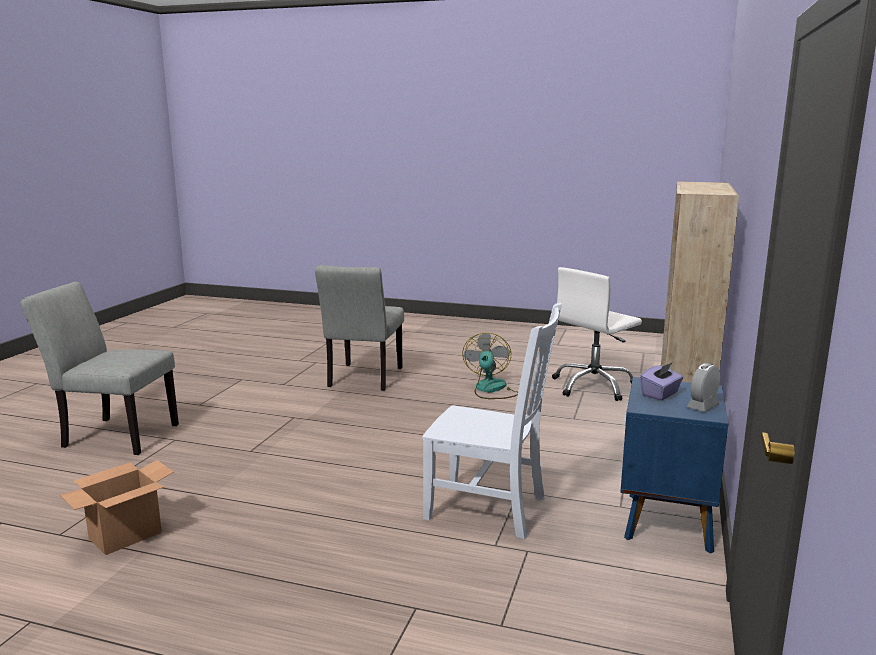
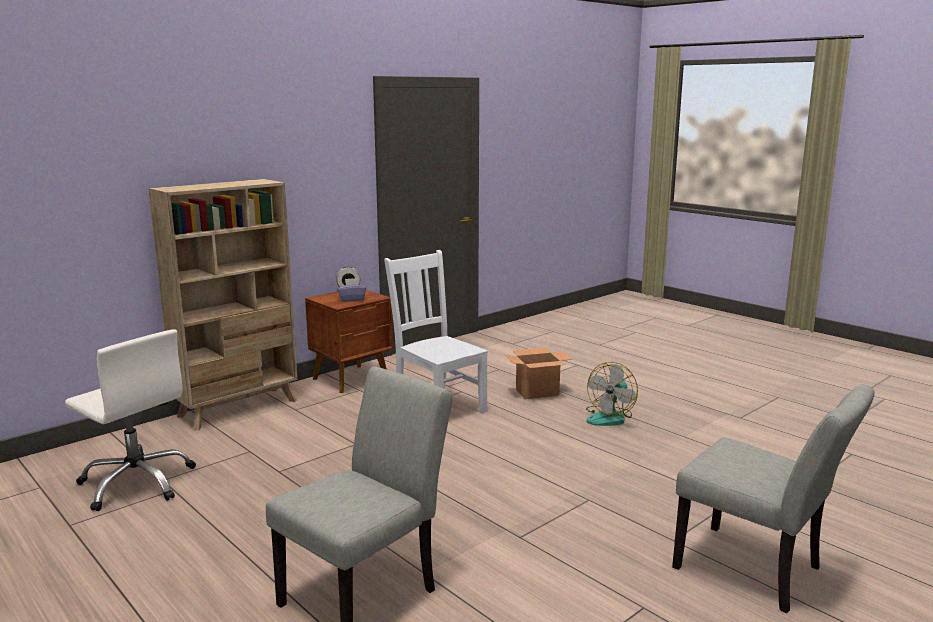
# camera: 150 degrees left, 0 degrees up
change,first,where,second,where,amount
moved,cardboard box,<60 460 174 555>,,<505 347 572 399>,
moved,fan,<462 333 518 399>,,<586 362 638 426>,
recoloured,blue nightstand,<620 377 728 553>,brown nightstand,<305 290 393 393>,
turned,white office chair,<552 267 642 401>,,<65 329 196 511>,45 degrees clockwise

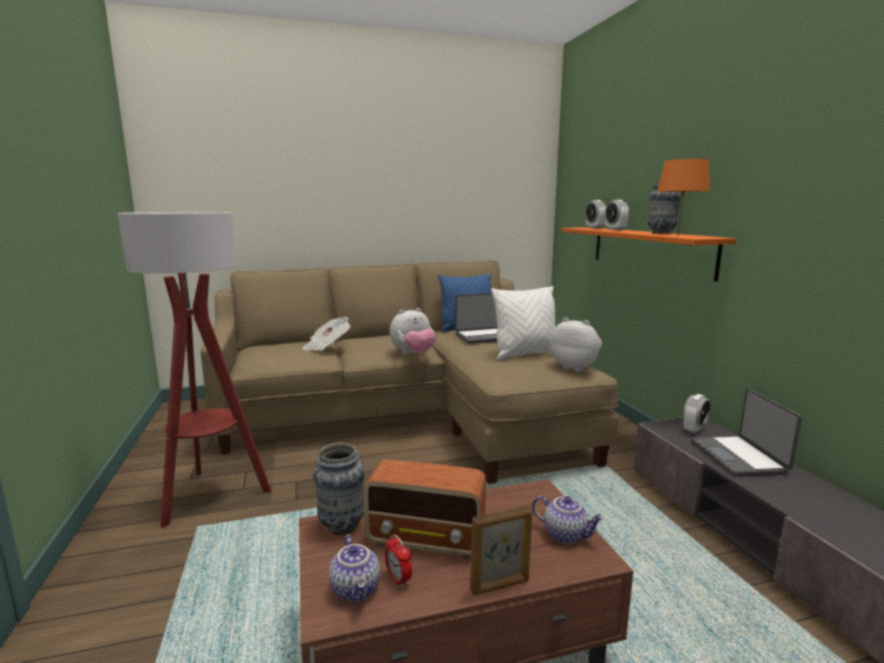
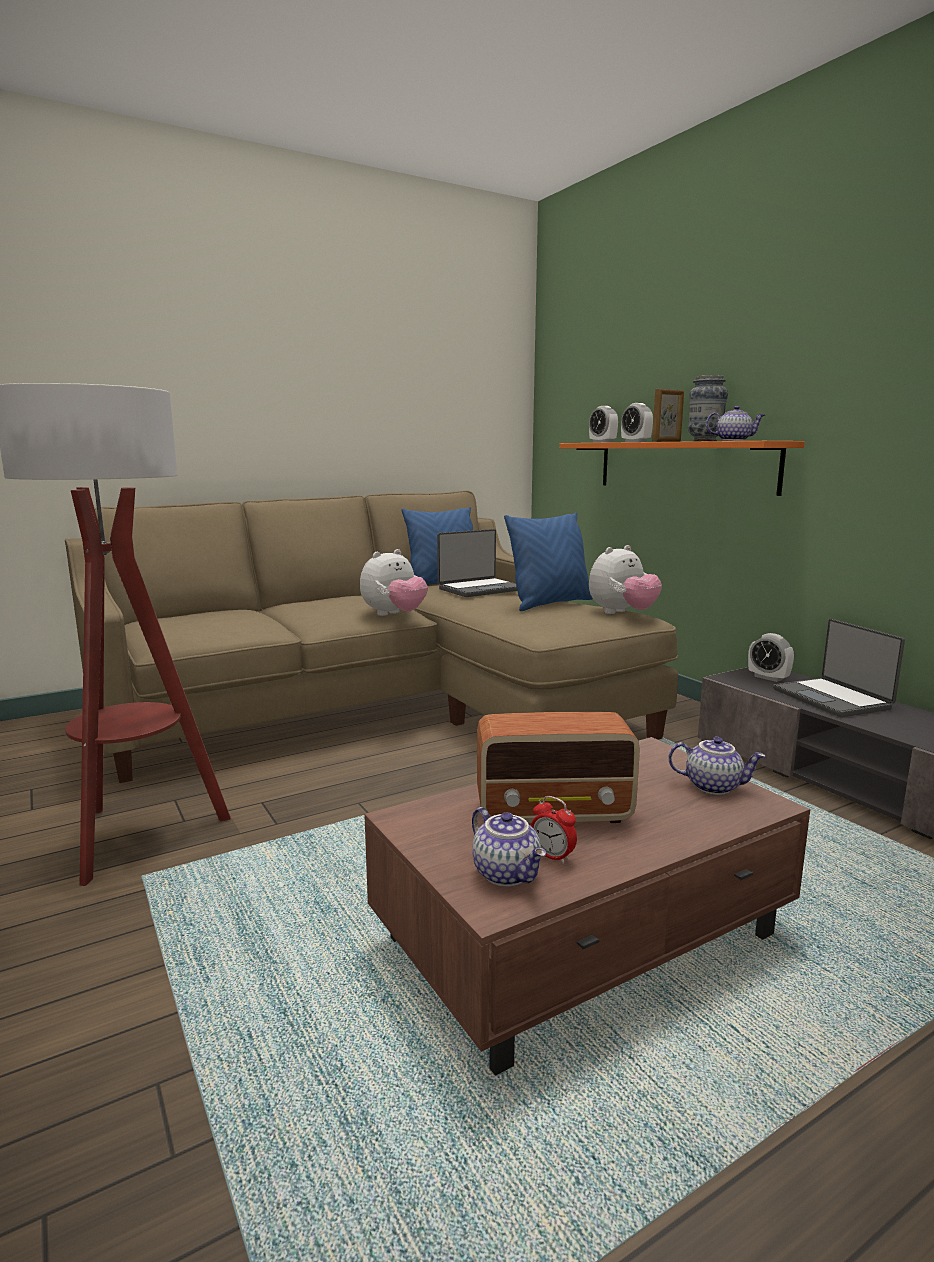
# camera: 15 degrees left, 0 degrees up
change,first,where,second,where,amount
removed,newspaper,<303 317 350 351>,,,
removed,vase,<313 442 365 535>,,,
moved,picture frame,<470 506 532 595>,,<652 389 684 442>,
replaced,orange table lamp,<657 159 710 236>,teapot,<706 406 765 441>,
recoloured,white pillow,<491 286 555 360>,blue pillow,<504 512 593 611>,
turned,plush toy,<550 317 602 372>,,<589 545 662 614>,120 degrees clockwise
turned,alarm clock,<683 394 711 434>,,<748 633 794 682>,105 degrees clockwise

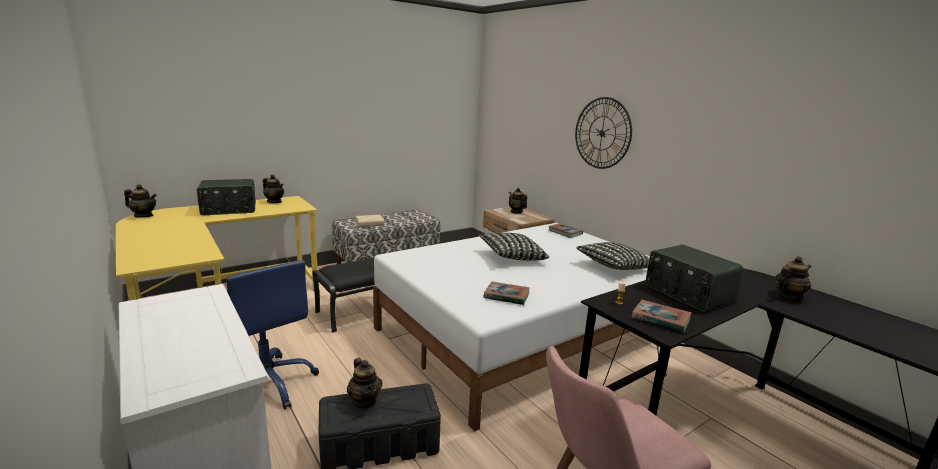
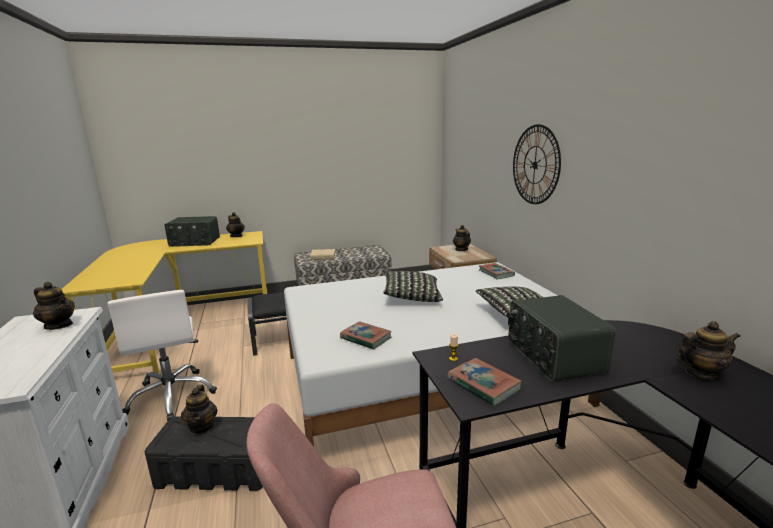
# camera: 20 degrees right, 0 degrees up
change,first,where,second,where,amount
moved,teapot,<124 184 157 218>,,<33 282 75 330>,
recoloured,blue office chair,<227 260 319 409>,white office chair,<107 290 217 421>,

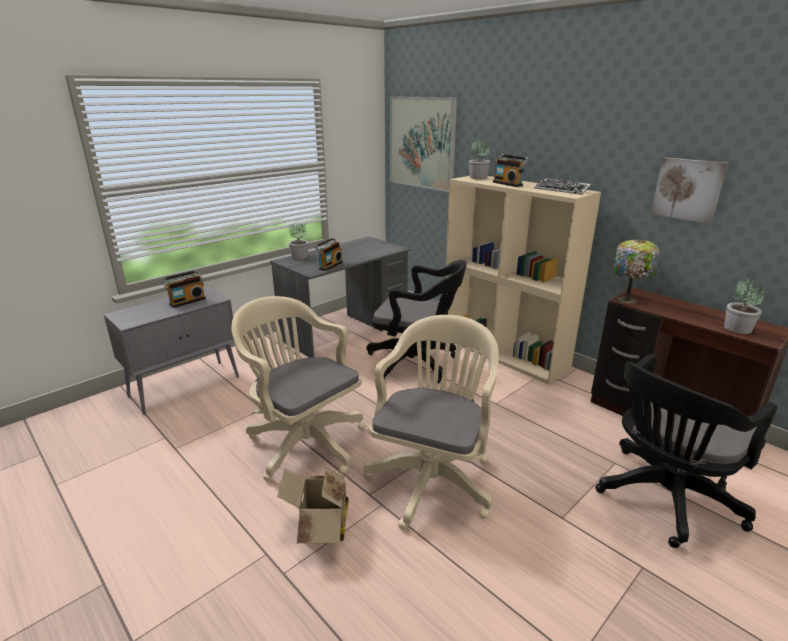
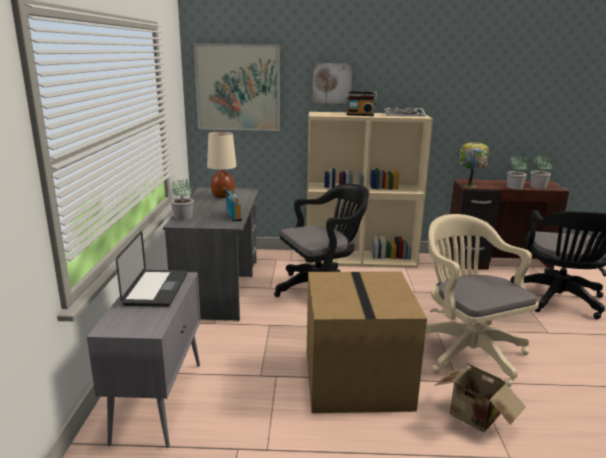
# camera: 45 degrees left, 5 degrees down
change,first,where,second,where,amount
added,,,beige table lamp,<207 132 237 198>,
moved,potted plant,<469 139 490 179>,,<507 154 527 189>,
moved,picture,<651 157 728 224>,,<312 63 353 104>,
replaced,radio,<161 270 206 308>,laptop,<116 231 187 307>,
replaced,beige office chair,<231 296 365 481>,cardboard box,<307 271 427 413>,

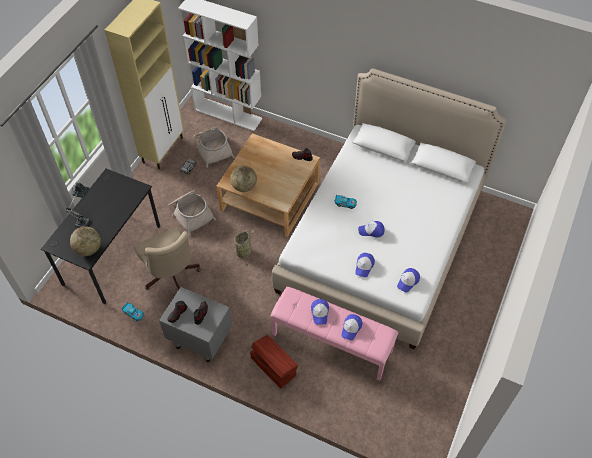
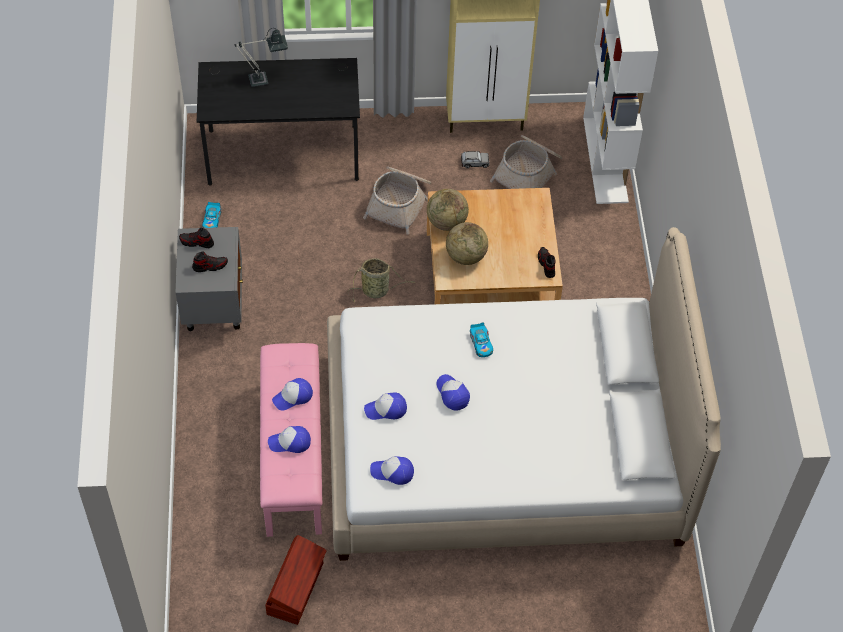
# camera: 60 degrees right, 0 degrees up
change,first,where,second,where,amount
removed,beige office chair,<134 227 201 290>,,,
moved,globe,<70 226 101 256>,,<446 222 488 265>,
moved,brown storage box,<250 335 298 389>,,<265 535 327 625>,

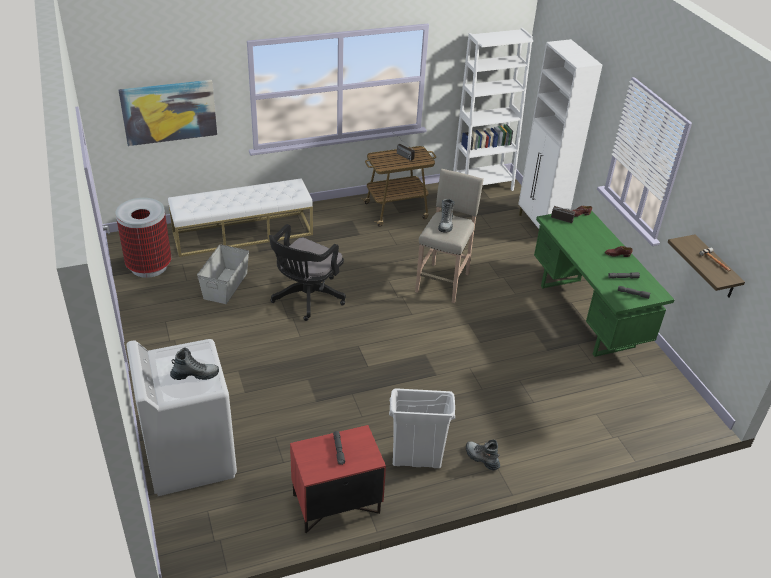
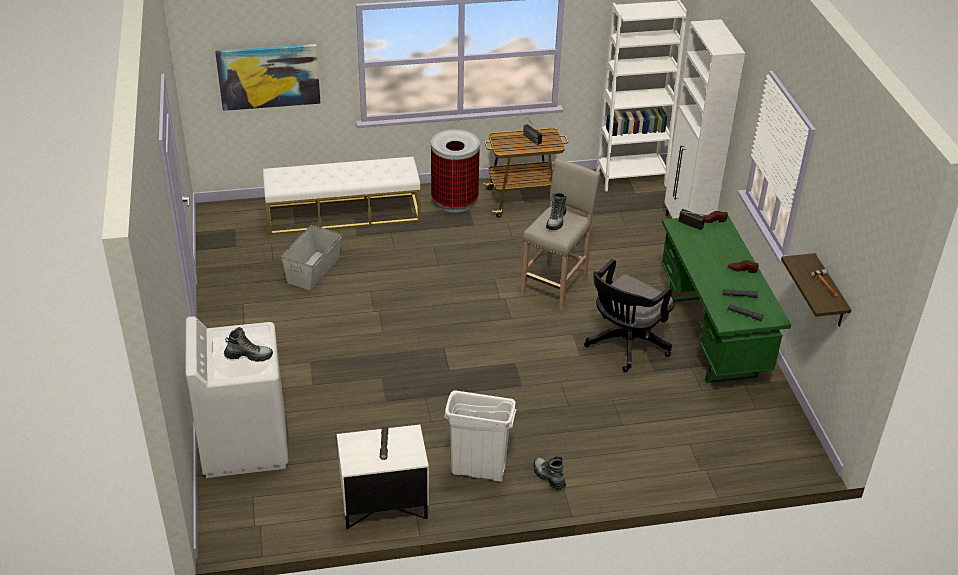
# camera: 10 degrees right, 0 degrees up
change,first,where,second,where,amount
moved,trash can,<115 198 171 278>,,<431 129 480 213>,
moved,black office chair,<269 224 346 321>,,<584 259 674 372>,
recoloured,red nightstand,<290 425 386 533>,white nightstand,<337 425 429 529>,

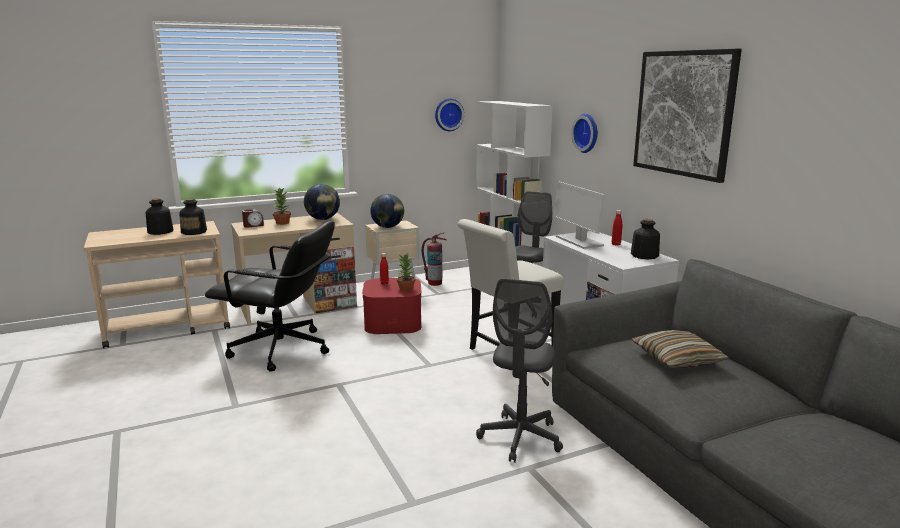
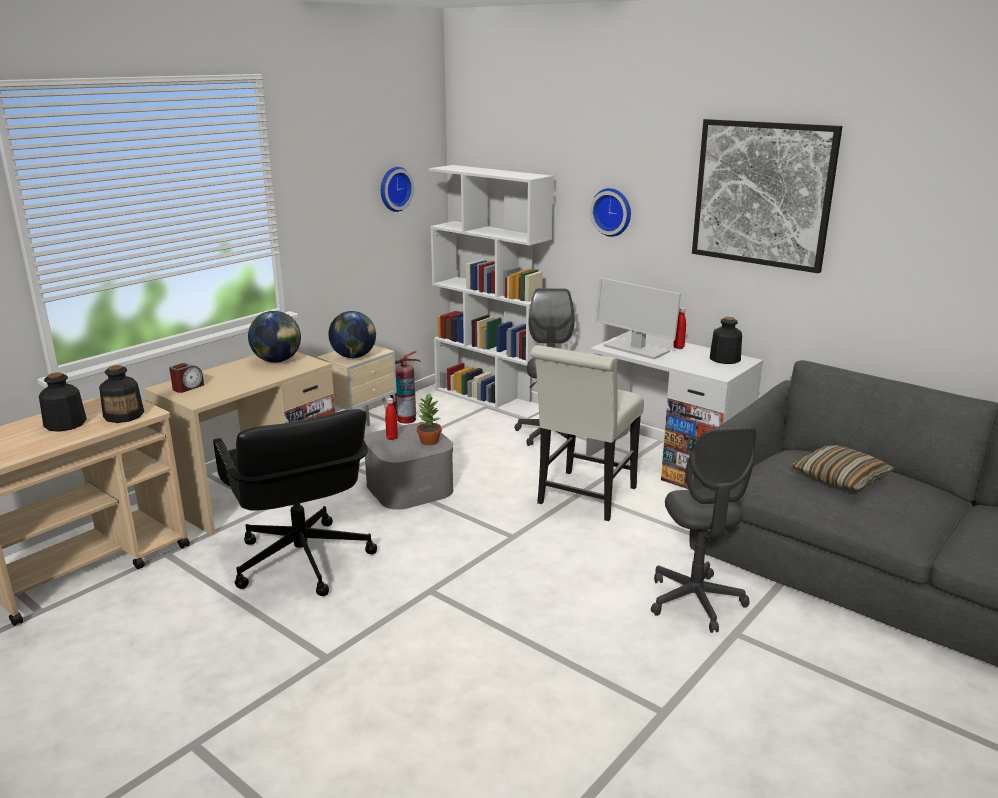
# camera: 25 degrees left, 5 degrees up
change,first,where,second,where,amount
removed,potted plant,<273 187 291 225>,,,
recoloured,red storage box,<362 278 422 334>,grey storage box,<364 423 454 510>,
turned,black office chair,<205 221 335 372>,,<213 409 377 596>,75 degrees clockwise

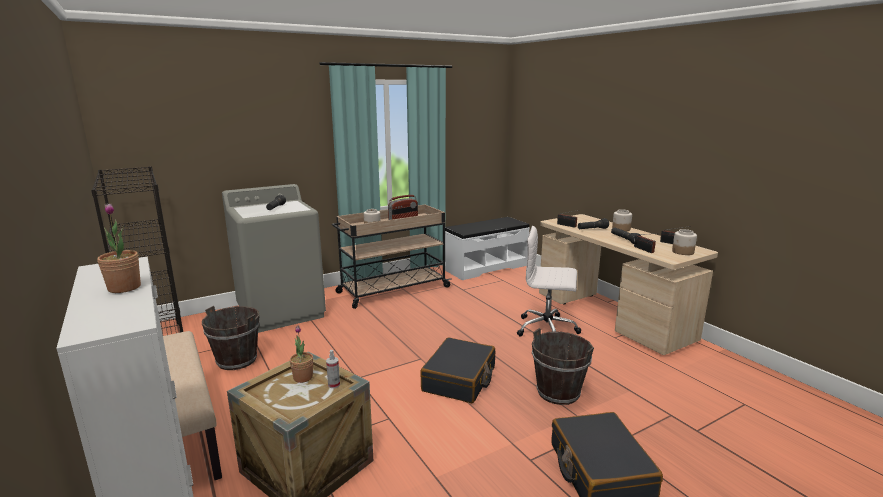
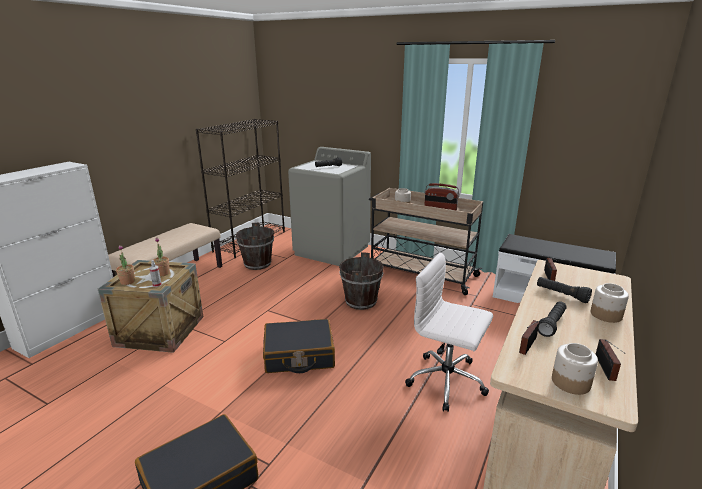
# camera: 60 degrees right, 5 degrees up
change,first,where,second,where,amount
moved,potted plant,<97 203 141 293>,,<116 245 135 285>,
moved,brown bucket,<532 328 594 405>,,<339 252 384 310>,
turned,white office chair,<517 226 581 337>,,<405 252 493 412>,45 degrees counterclockwise

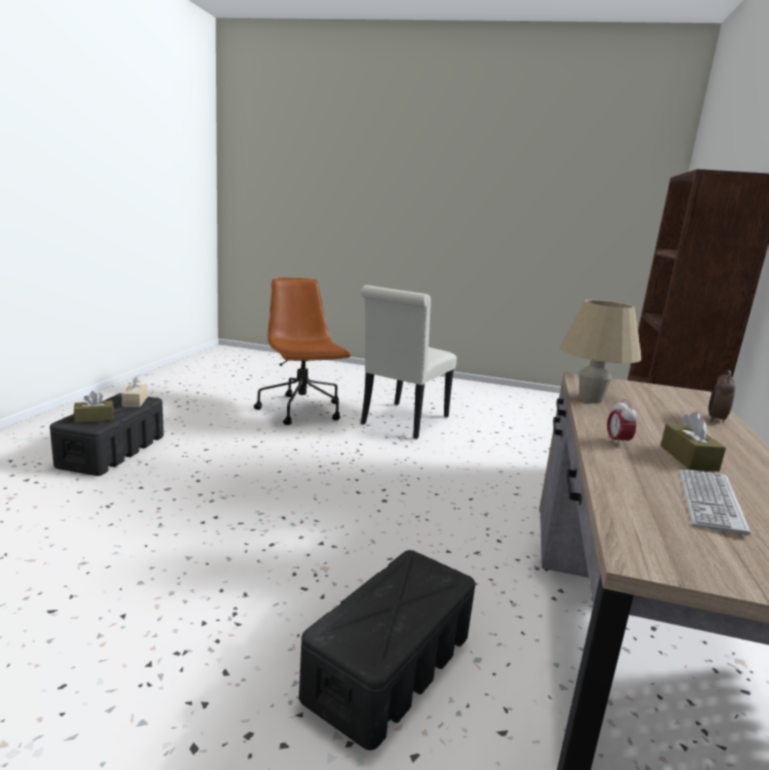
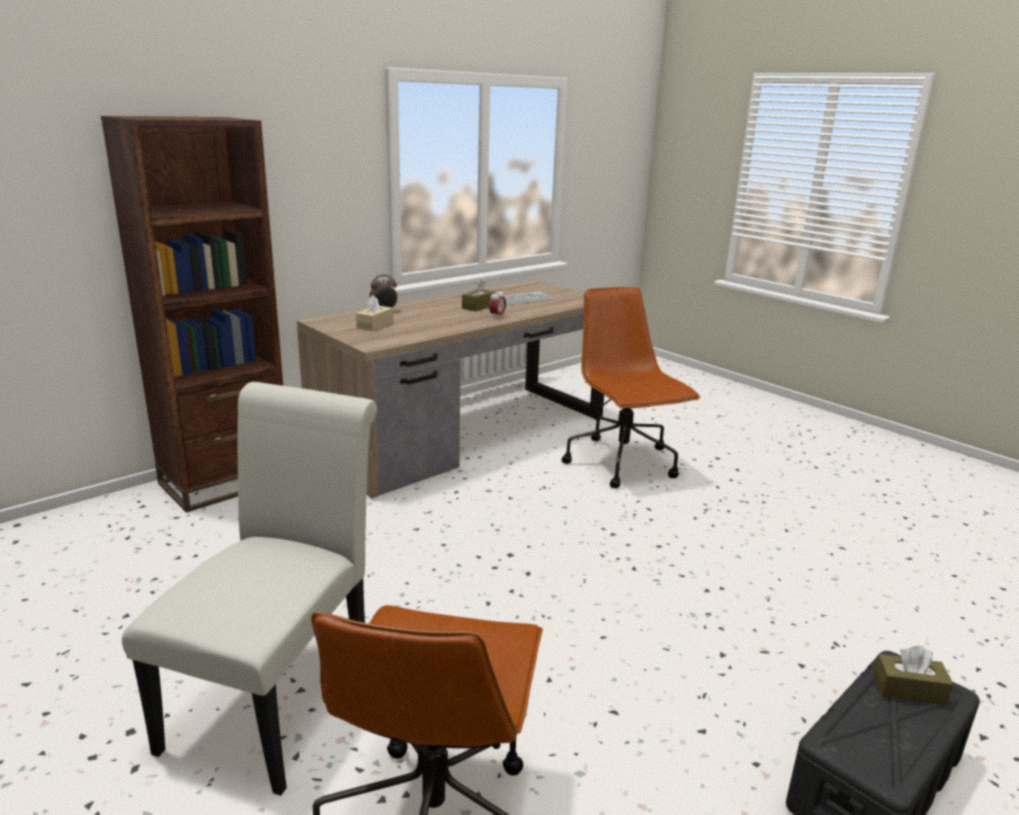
# camera: 145 degrees left, 5 degrees up
change,first,where,second,where,amount
removed,beige table lamp,<560 300 642 403>,,,
moved,beige tissue box,<121 376 148 407>,,<356 295 393 331>,
replaced,black storage box,<299 550 475 750>,brown office chair,<562 287 700 488>,
turned,white chair,<361 285 457 439>,,<122 382 377 796>,45 degrees counterclockwise

